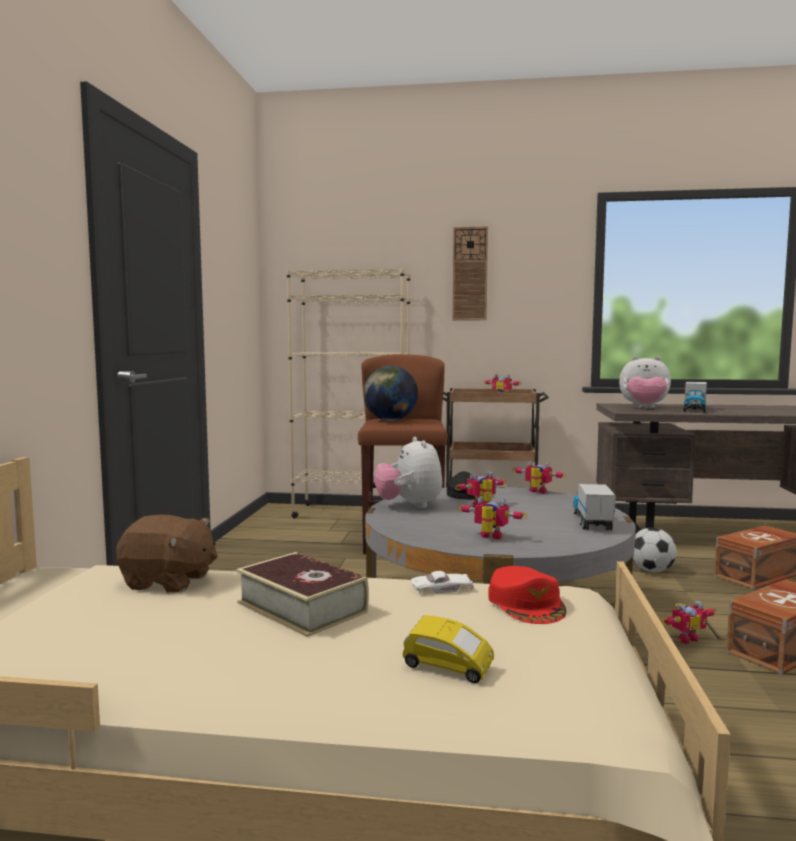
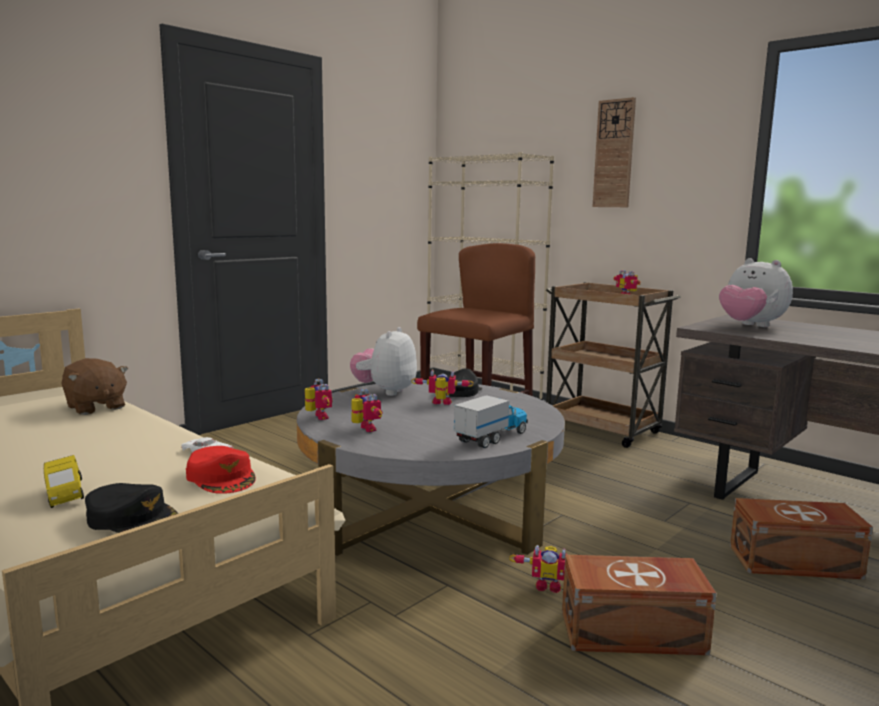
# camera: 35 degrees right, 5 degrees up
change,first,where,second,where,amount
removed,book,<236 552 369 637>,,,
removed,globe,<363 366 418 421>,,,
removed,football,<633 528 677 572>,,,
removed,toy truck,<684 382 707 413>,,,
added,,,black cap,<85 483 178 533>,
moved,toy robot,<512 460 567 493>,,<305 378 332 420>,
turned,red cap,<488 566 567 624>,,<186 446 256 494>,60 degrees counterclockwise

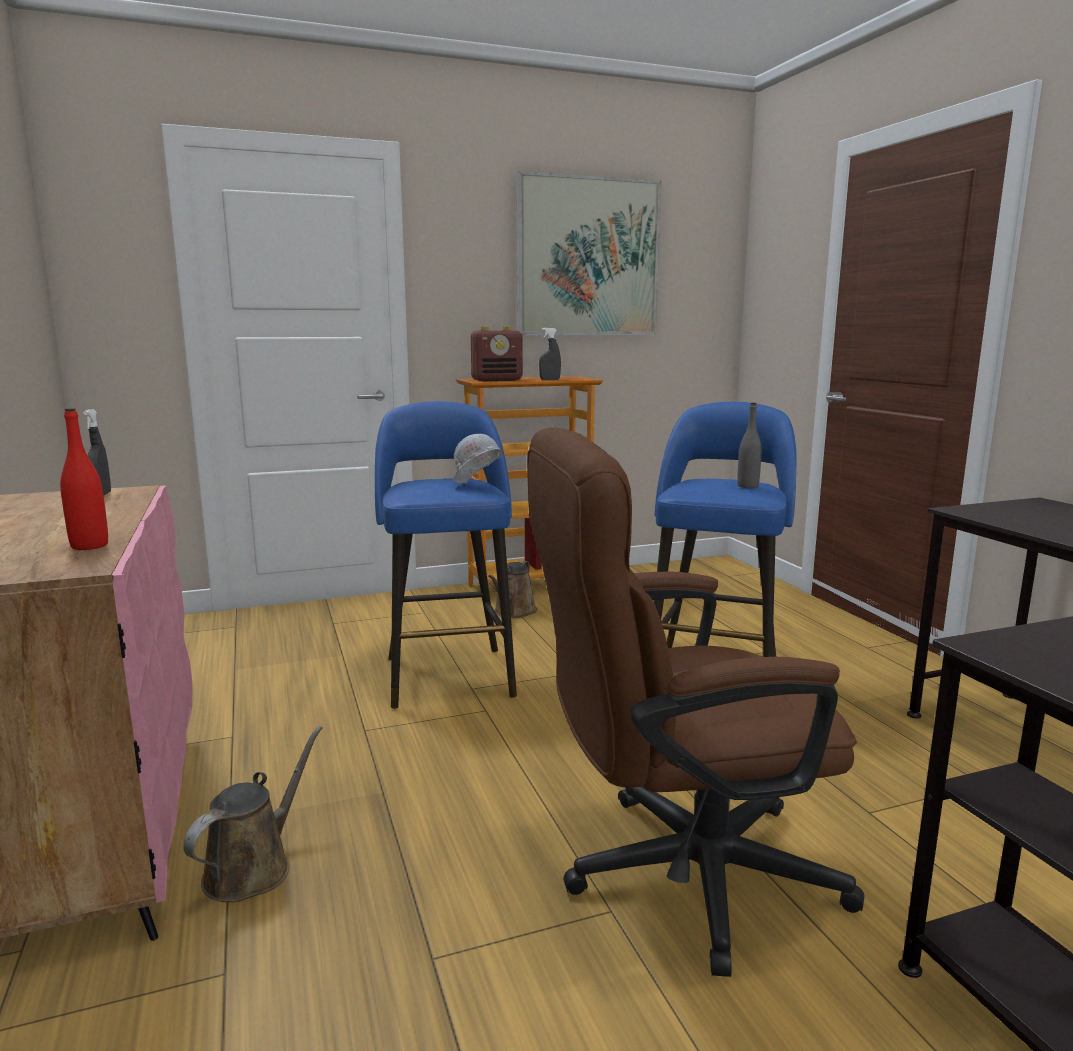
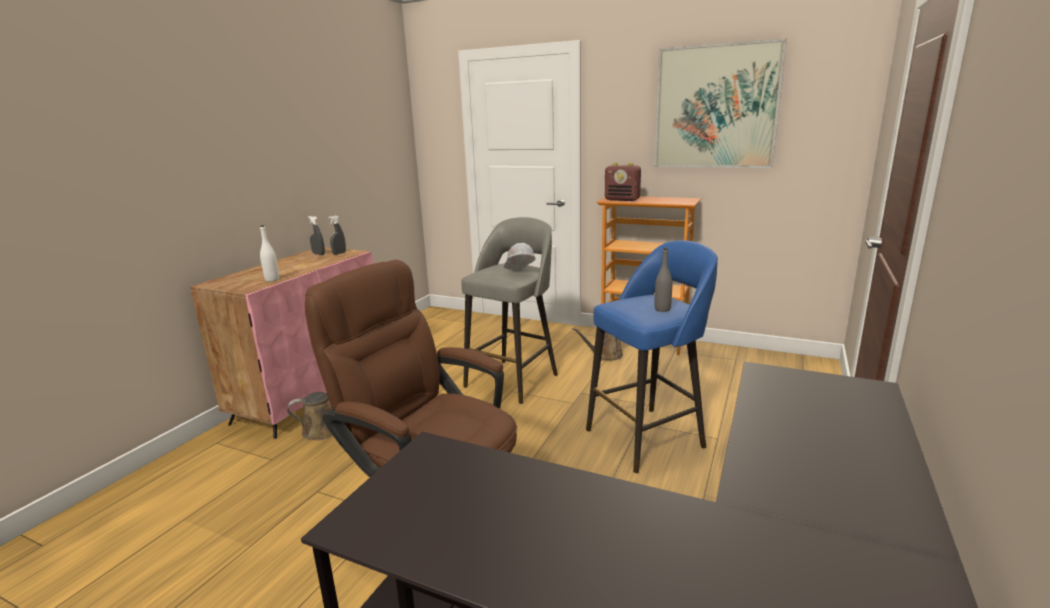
# camera: 45 degrees right, 5 degrees up
change,first,where,second,where,amount
moved,grey spray bottle,<539 328 561 380>,,<308 216 325 255>,
recoloured,red bottle,<60 408 108 550>,white bottle,<260 225 279 282>,
recoloured,blue stool,<375 401 517 709>,grey stool,<461 217 558 404>,

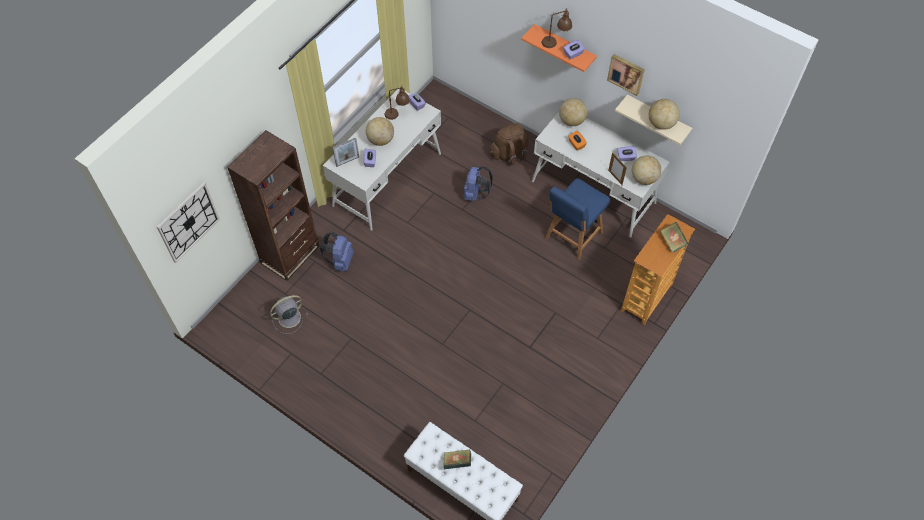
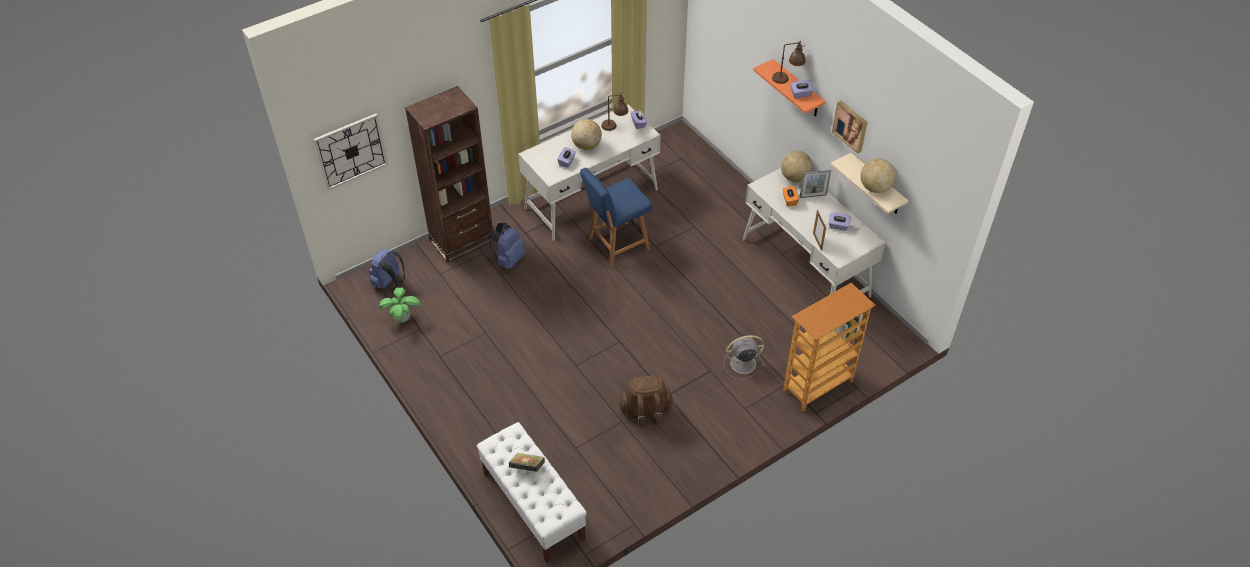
# camera: 20 degrees right, 10 degrees down
change,first,where,second,where,amount
removed,globe,<632 156 661 185>,,,
removed,book,<660 222 689 253>,,,
added,,,potted plant,<379 287 421 323>,
moved,grey fan,<270 295 308 334>,,<724 335 764 380>,
moved,picture frame,<333 138 359 167>,,<800 170 831 198>,
moved,blue backpack,<463 167 493 201>,,<369 249 405 290>,
moved,brown backpack,<490 123 529 166>,,<618 376 673 427>,
moved,blue chair,<545 178 610 260>,,<580 168 652 267>,

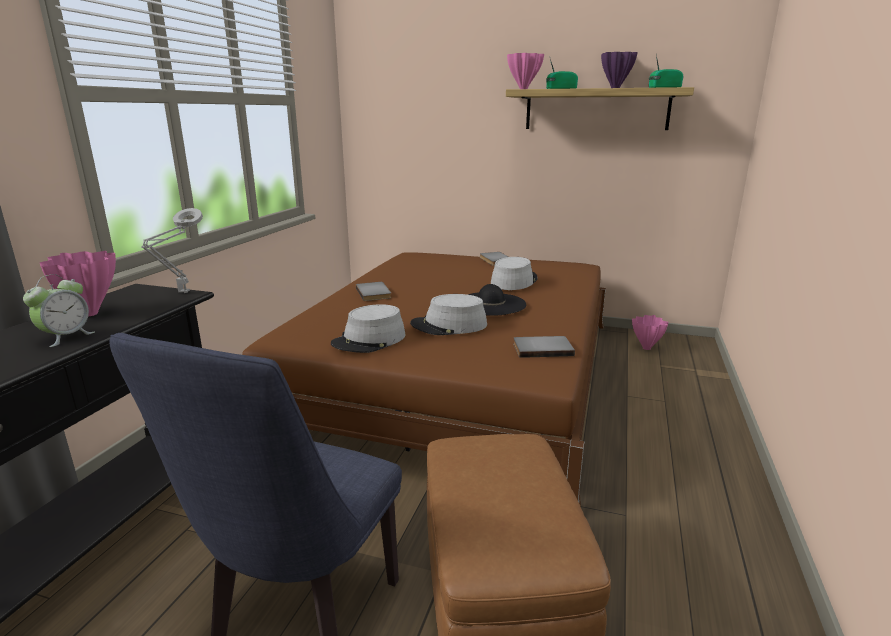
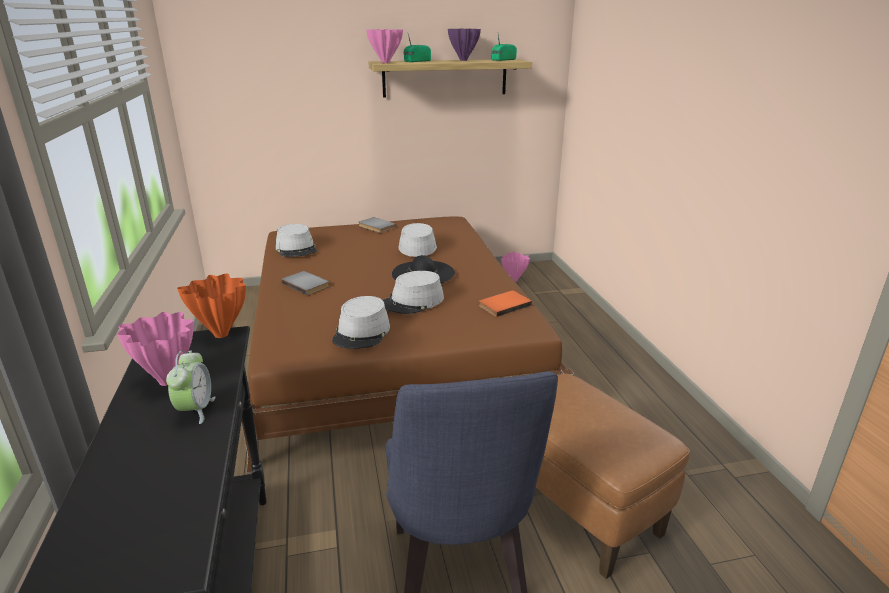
# camera: 30 degrees left, 5 degrees up
change,first,where,second,where,amount
added,,,grey hat,<276 224 317 257>,
replaced,grey table lamp,<141 208 203 293>,orange vase,<177 274 246 338>,
recoloured,grey book,<513 336 575 358>,orange book,<479 291 532 317>,

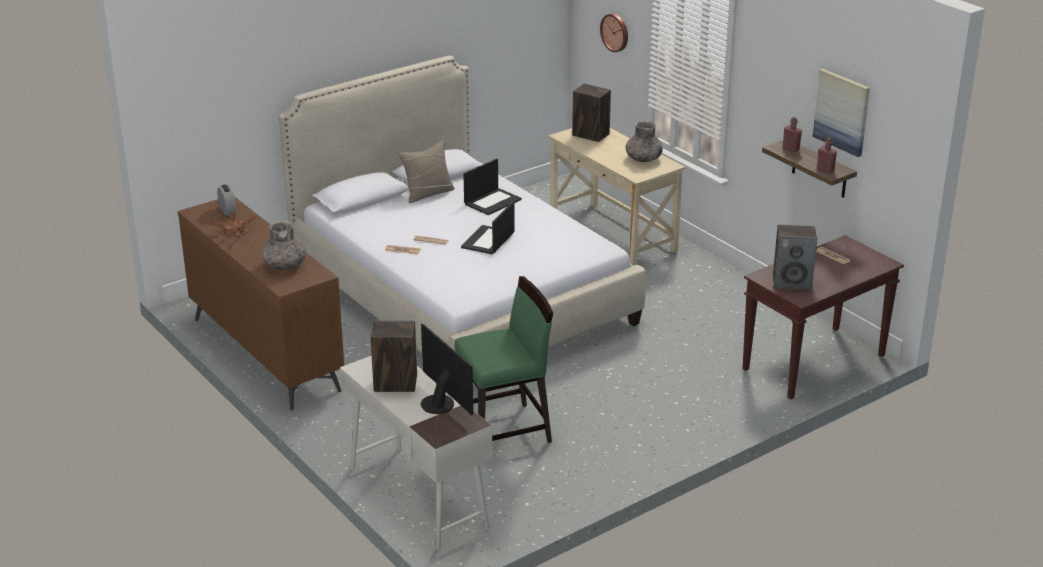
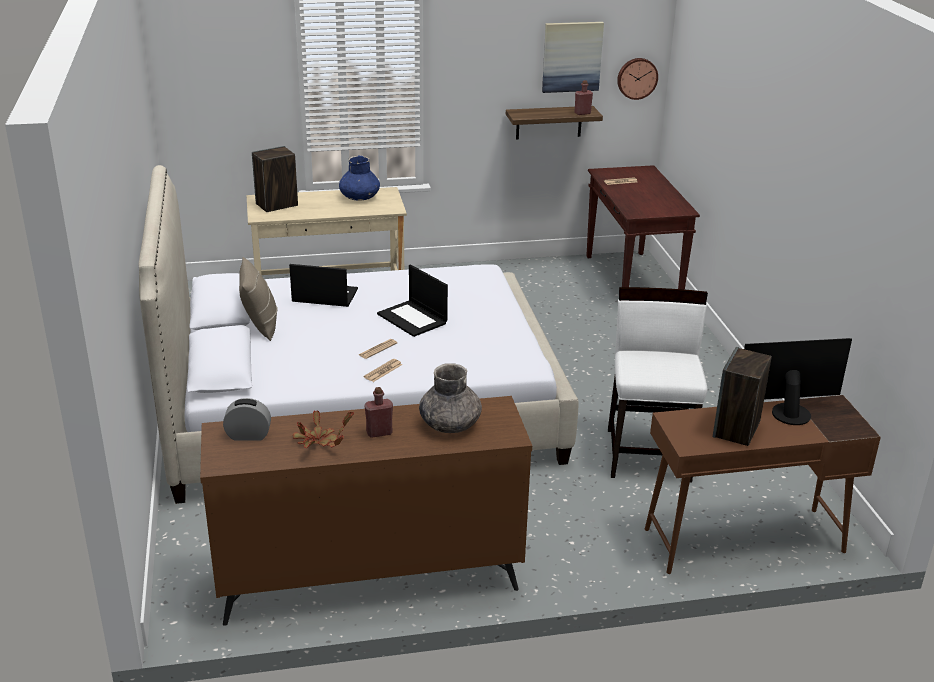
# camera: 65 degrees left, 0 degrees up
change,first,where,second,where,amount
removed,speaker,<773 225 817 290>,,,
moved,wall clock,<600 13 628 52>,,<617 58 658 100>,
moved,red bottle,<783 117 802 153>,,<364 387 393 438>,
recoloured,white desk,<340 356 493 550>,brown desk,<645 395 881 574>,
recoloured,green chair,<454 276 553 443>,white chair,<608 287 708 483>,
recoloured,grey vase,<625 121 663 162>,blue vase,<339 156 380 201>,
turned,laptop,<463 159 522 215>,,<289 264 358 307>,60 degrees counterclockwise

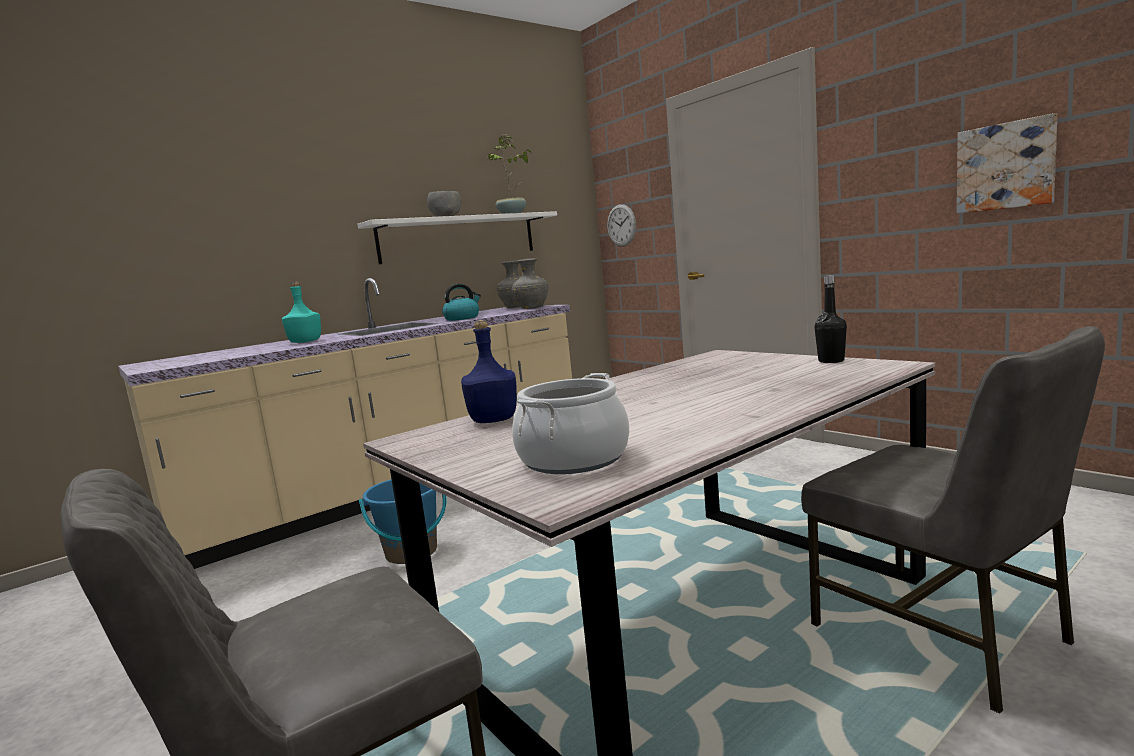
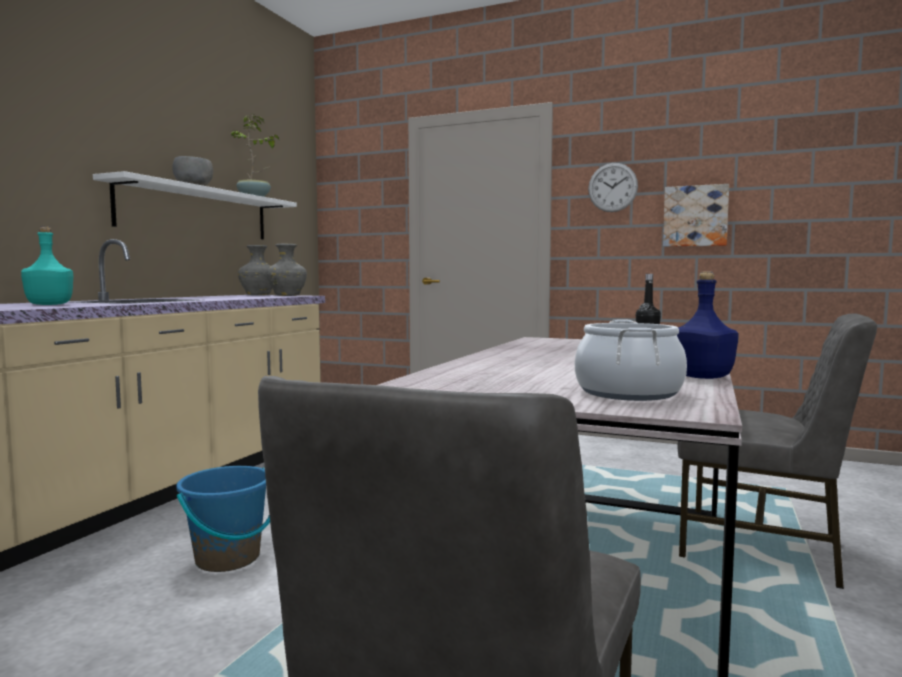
# camera: 30 degrees left, 5 degrees down
change,first,where,second,where,amount
removed,kettle,<442 284 481 321>,,,
moved,blue bottle,<461 320 517 423>,,<677 272 739 379>,
moved,wall clock,<607 204 636 247>,,<588 163 638 212>,

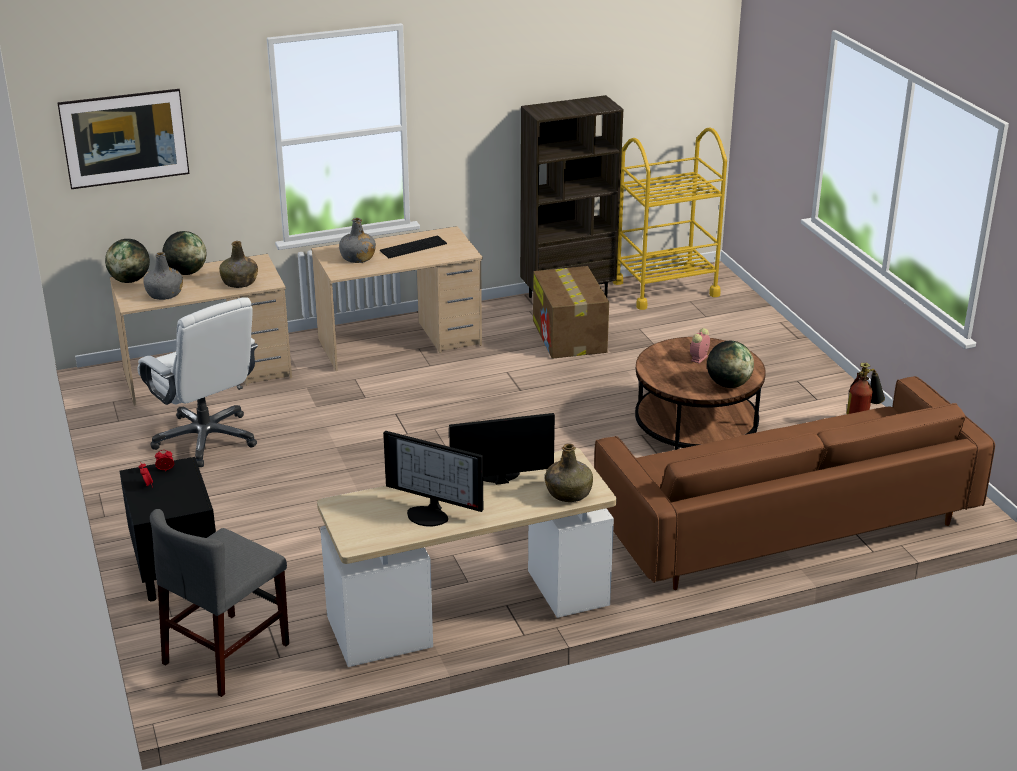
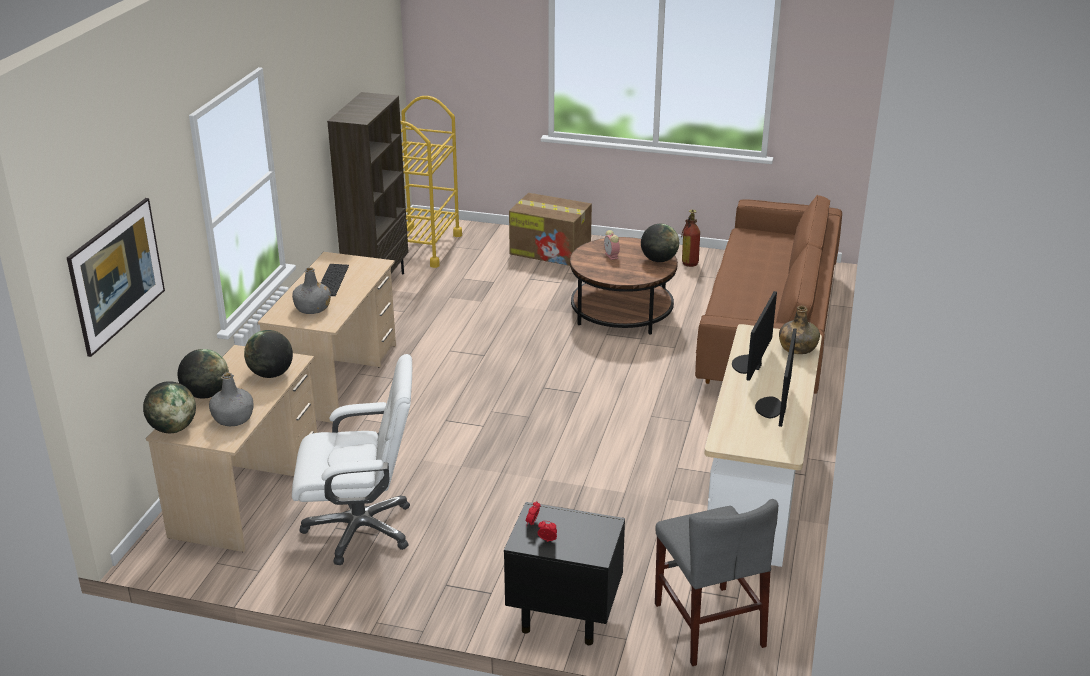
# camera: 55 degrees left, 0 degrees up
change,first,where,second,where,amount
moved,cardboard box,<533 266 609 359>,,<509 193 592 266>,
replaced,green bottle,<219 241 258 288>,globe,<244 330 293 378>,
turned,monitor,<383 431 483 526>,,<755 328 797 427>,135 degrees clockwise

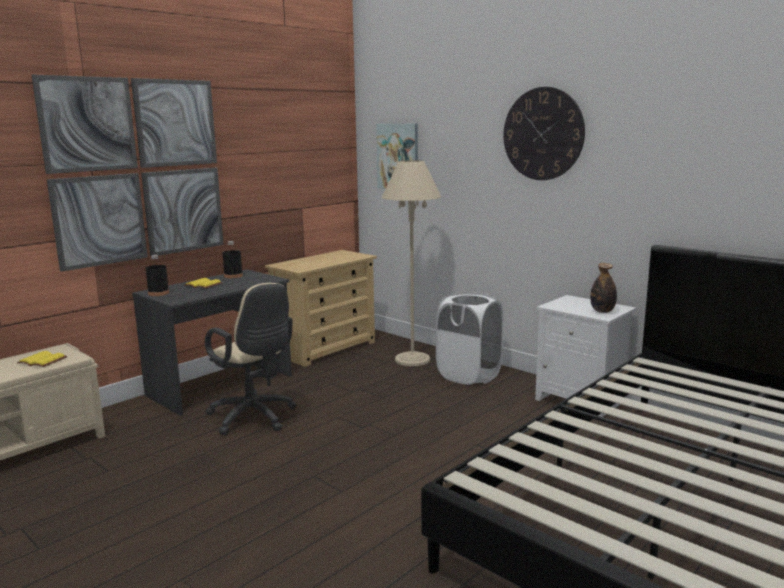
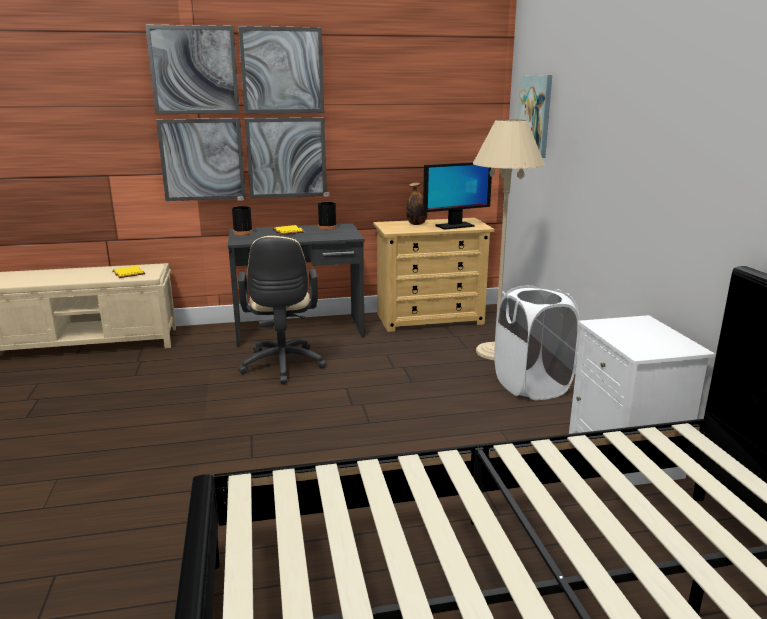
# camera: 35 degrees right, 5 degrees up
change,first,where,second,where,amount
removed,wall clock,<503 87 585 180>,,,
added,,,monitor,<423 162 492 230>,
moved,bottle,<590 263 617 313>,,<406 183 427 225>,

